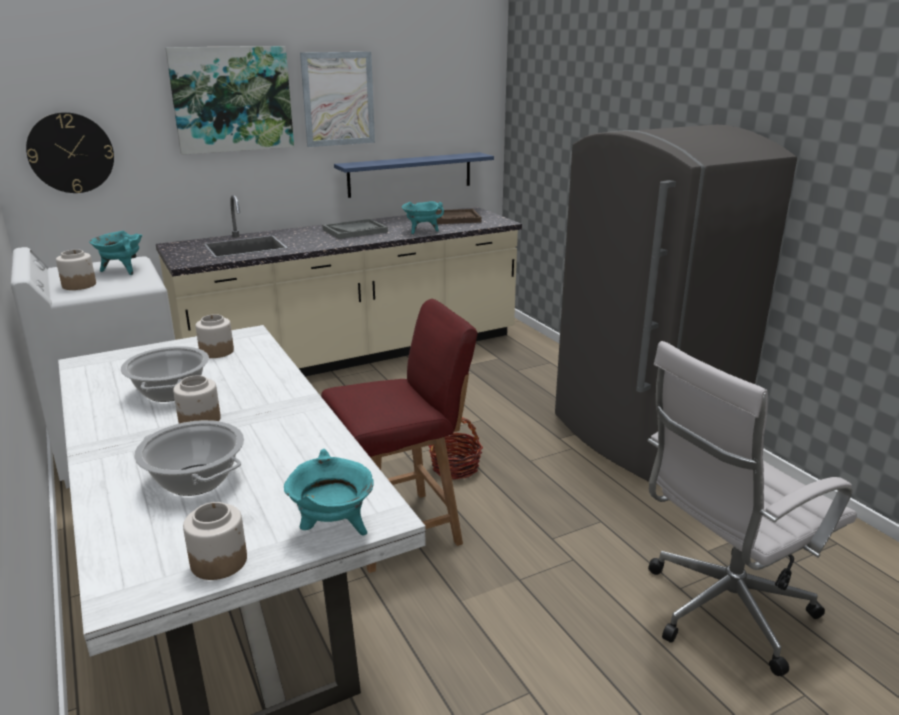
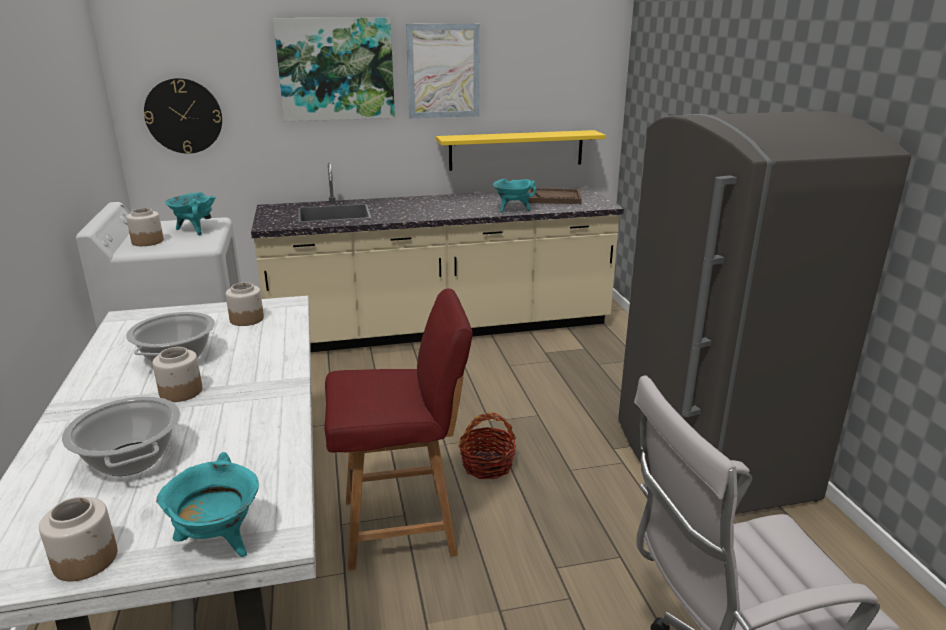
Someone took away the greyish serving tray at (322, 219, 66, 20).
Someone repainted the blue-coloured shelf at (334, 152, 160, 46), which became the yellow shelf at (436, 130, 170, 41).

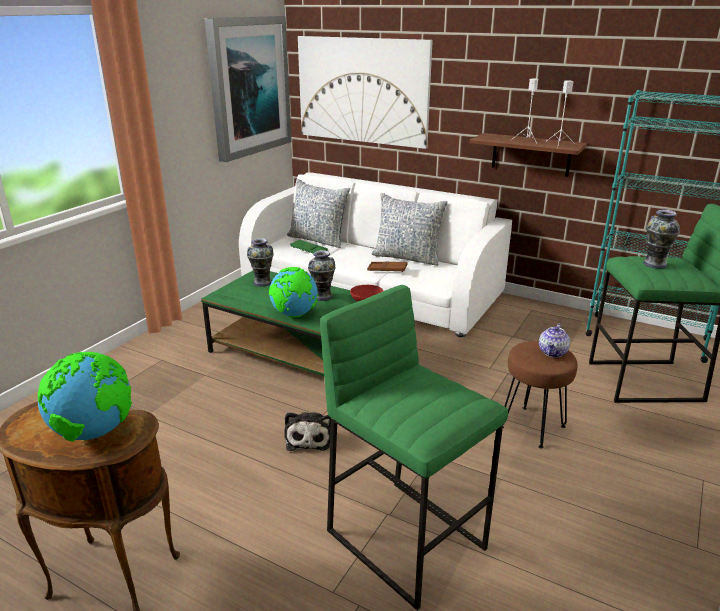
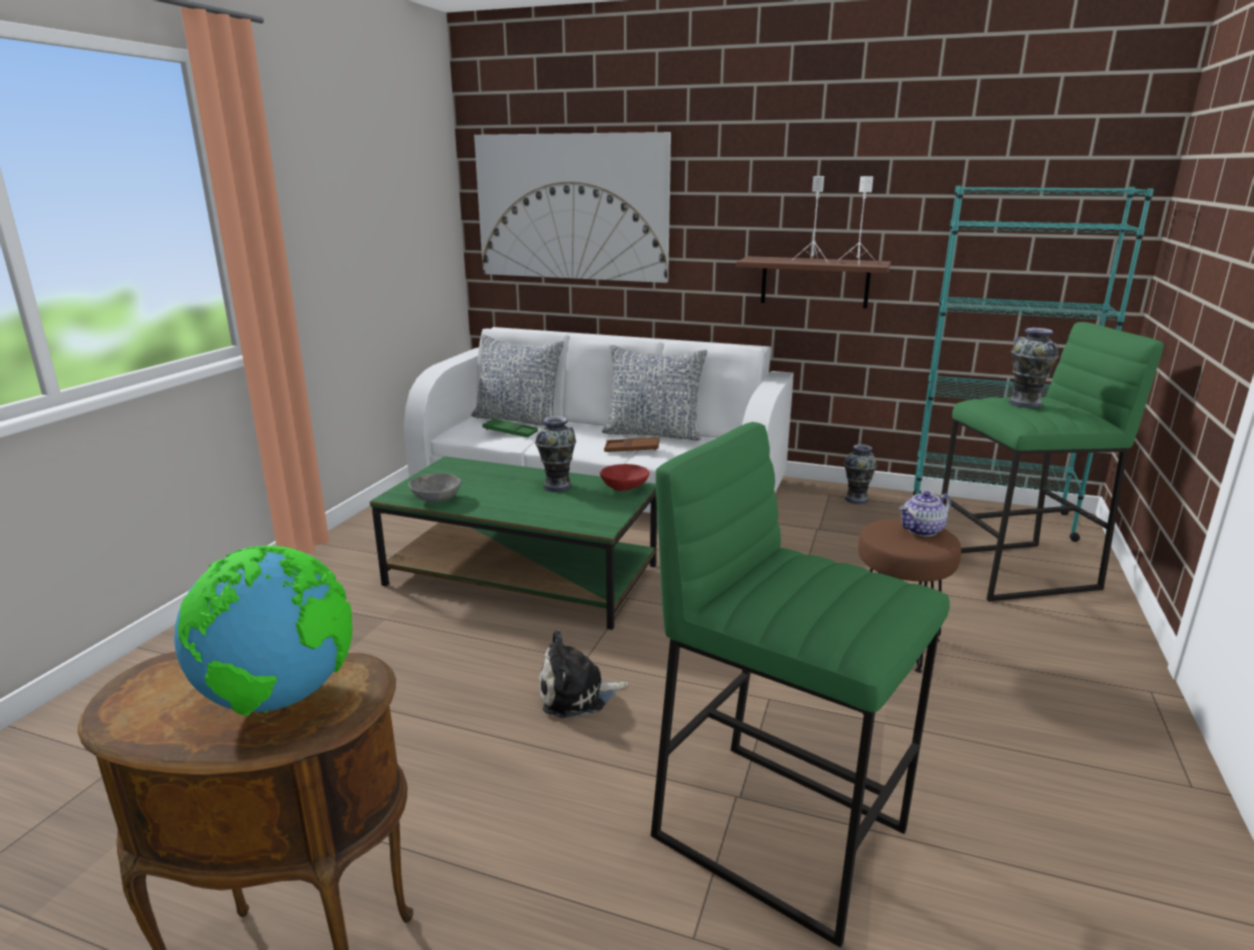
Someone took away the wall art at (205, 16, 87, 146).
Someone took away the desk globe at (269, 267, 49, 50).
Someone put down the greyish bowl at (409, 473, 52, 29).
Someone carried the vase from (247, 238, 27, 49) to (844, 444, 33, 60).
Someone rotated the plush toy at (284, 412, 47, 39) by 90 degrees clockwise.
Someone rotated the tea pot at (539, 323, 31, 34) by 45 degrees clockwise.

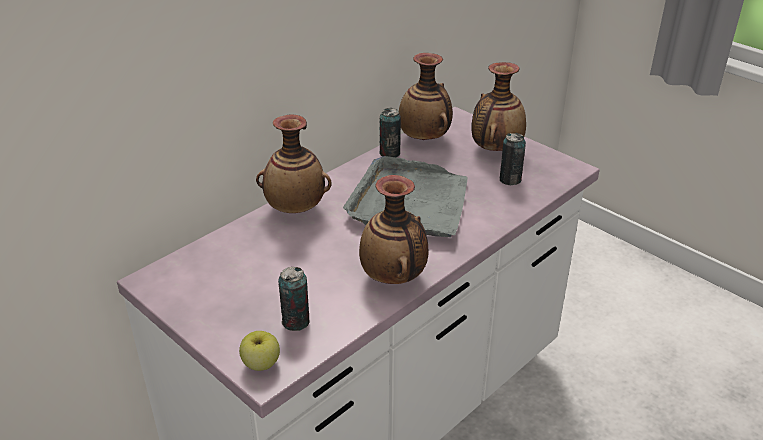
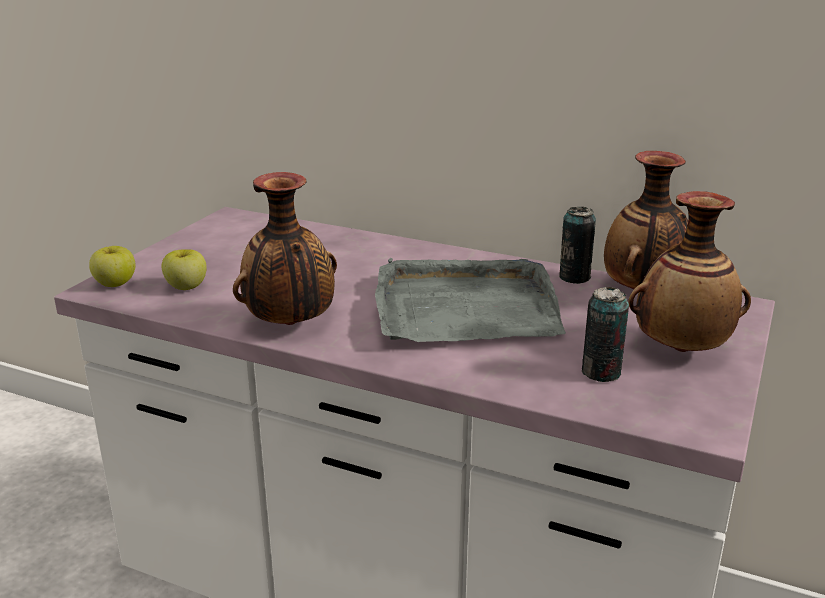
Someone took away the vase at (256, 115, 76, 98).
Someone swapped the sealed can at (278, 267, 31, 64) for the apple fruit at (162, 249, 45, 41).

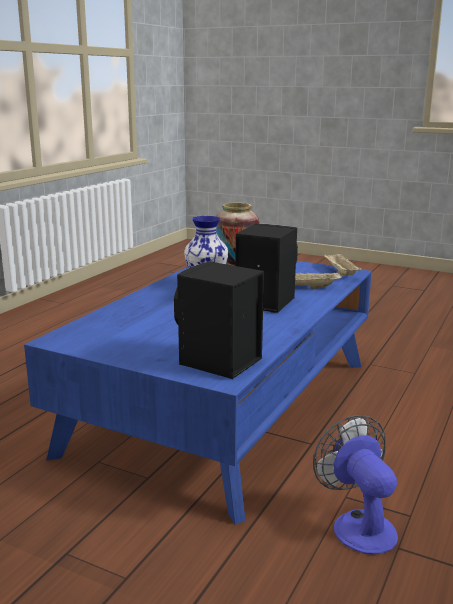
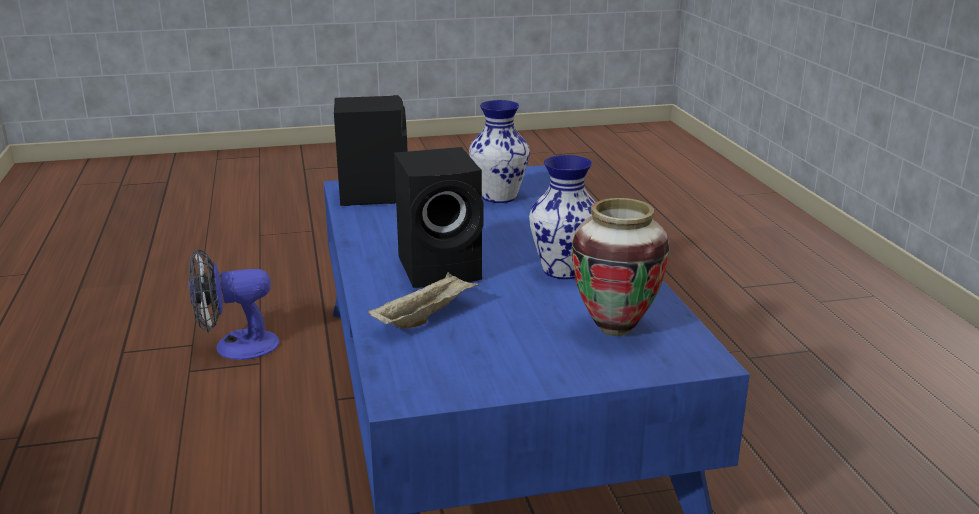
Someone took away the beige-coloured serving tray at (323, 253, 38, 23).
Someone put down the vase at (469, 100, 61, 103).
Someone rotated the electric fan at (313, 415, 85, 140) by 135 degrees clockwise.

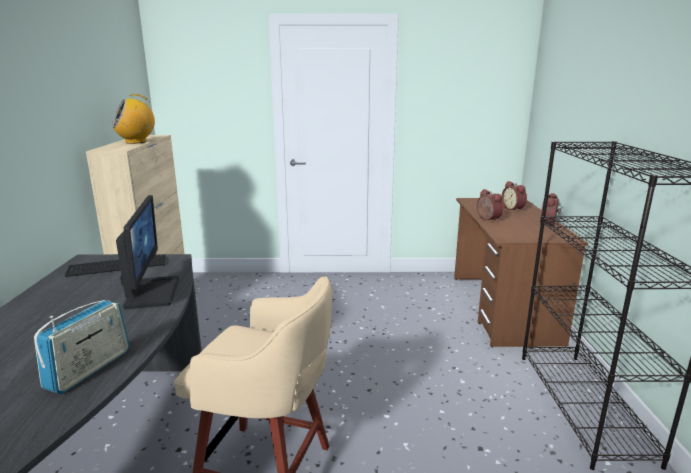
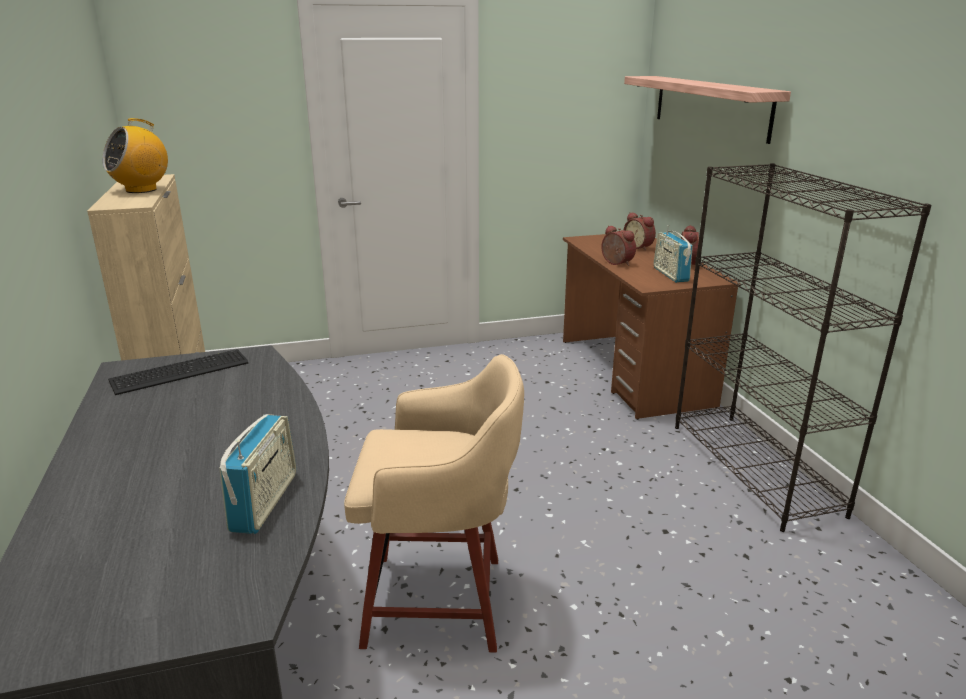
Someone took away the monitor at (116, 195, 63, 114).
Someone put up the shelf at (624, 76, 167, 68).
Someone put down the radio receiver at (653, 225, 40, 58).

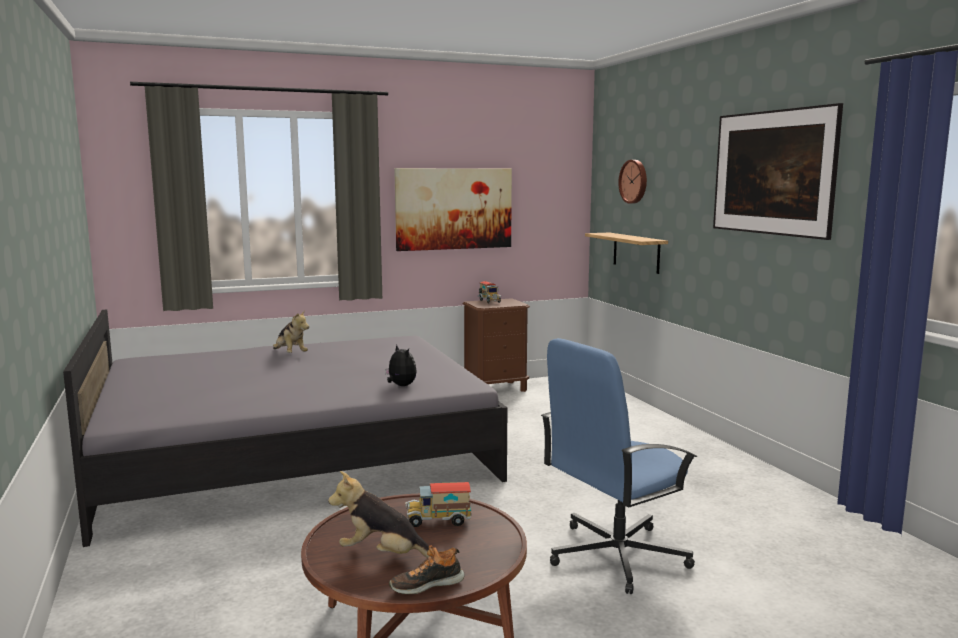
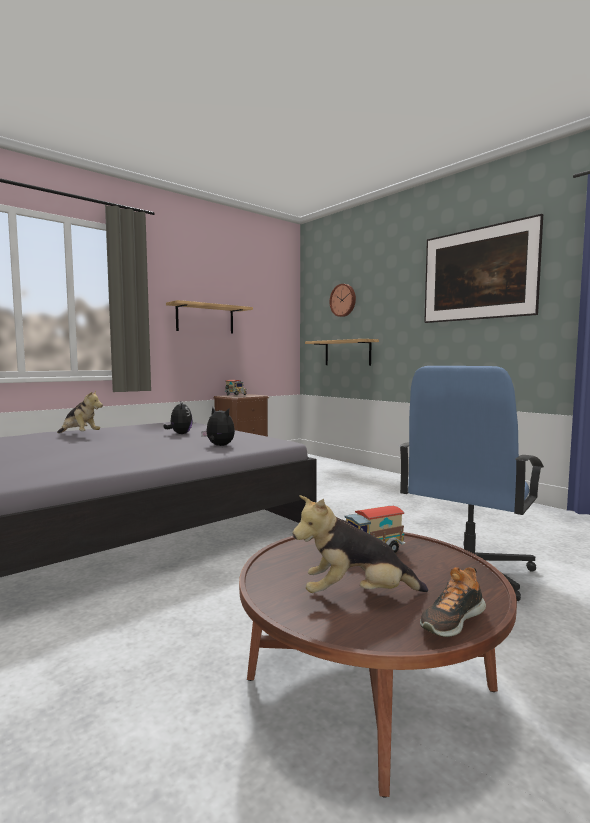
Someone put down the plush toy at (163, 402, 30, 32).
Someone swapped the wall art at (394, 168, 118, 83) for the shelf at (166, 300, 87, 34).

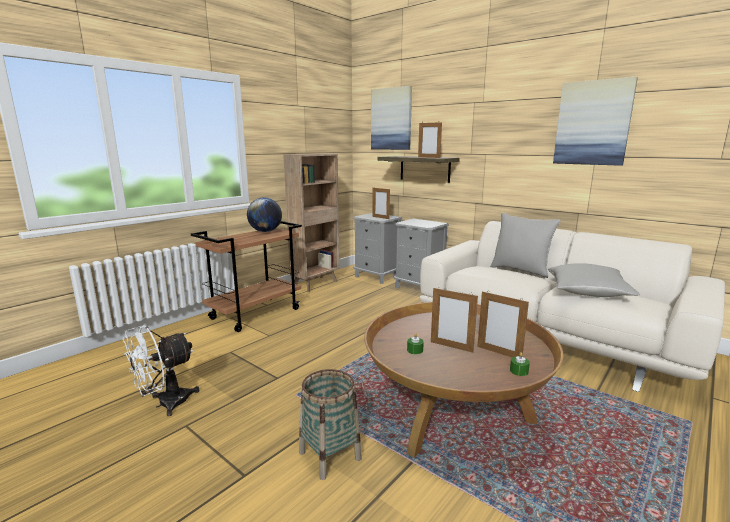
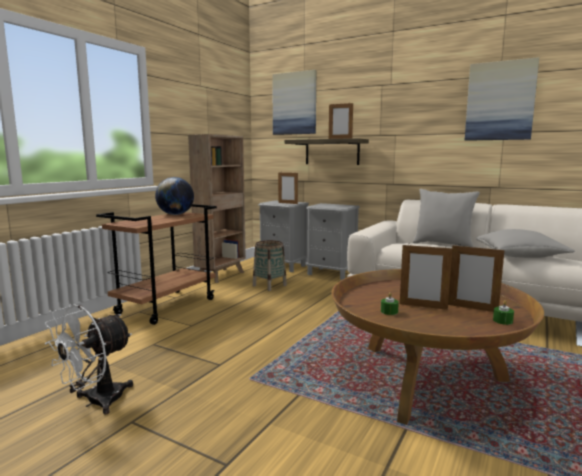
Someone carried the basket from (299, 369, 63, 111) to (253, 240, 34, 51).

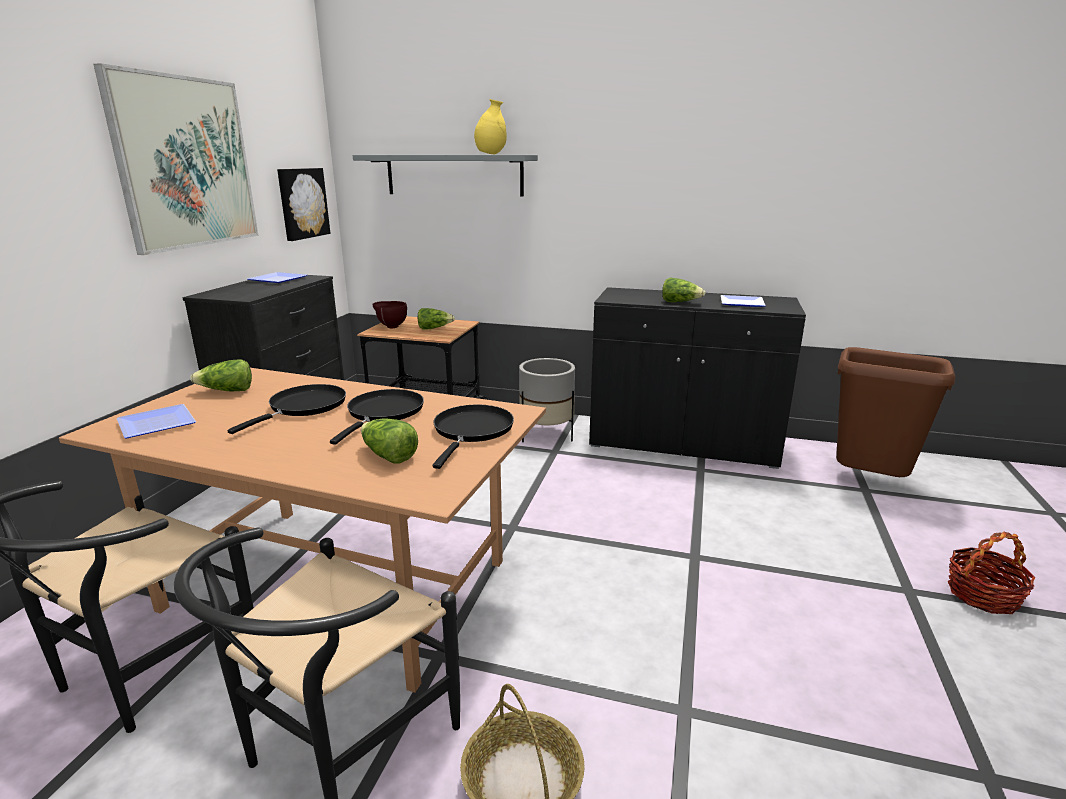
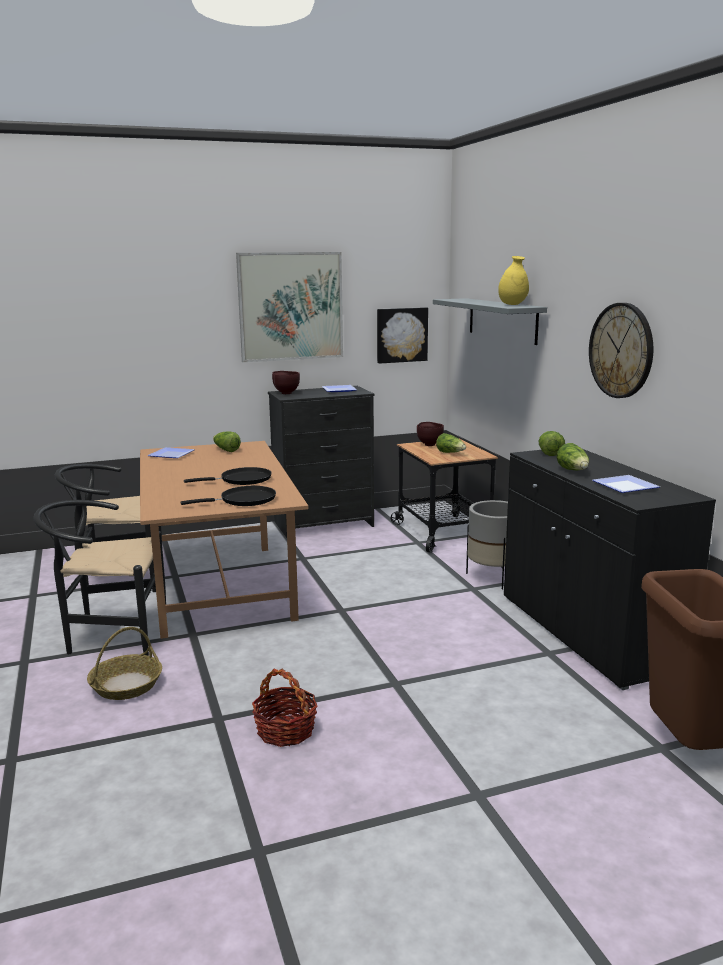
Someone took away the blackish skillet at (228, 384, 118, 50).
Someone put down the brown-coloured bowl at (272, 371, 28, 23).
Someone put up the hanging clock at (589, 303, 64, 95).
Someone carried the lettuce from (361, 418, 57, 46) to (538, 431, 27, 25).
Someone carried the basket from (948, 532, 87, 82) to (252, 669, 65, 78).

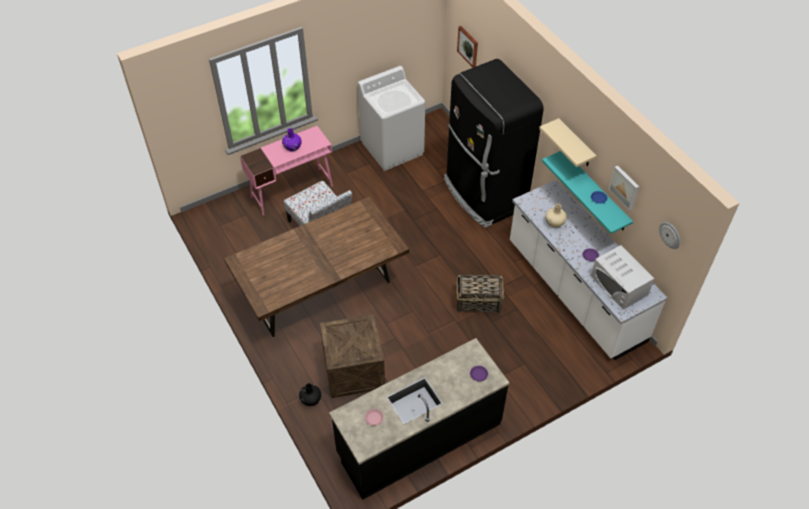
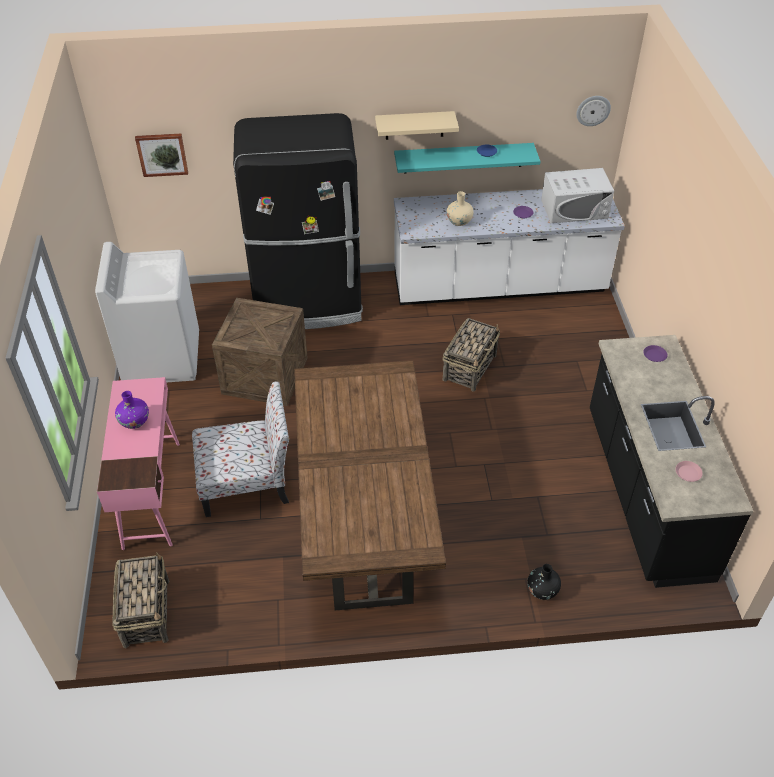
Someone took away the wall art at (609, 165, 30, 45).
Someone put down the basket at (112, 552, 57, 96).
Someone carried the crate from (320, 314, 65, 84) to (212, 298, 96, 108).

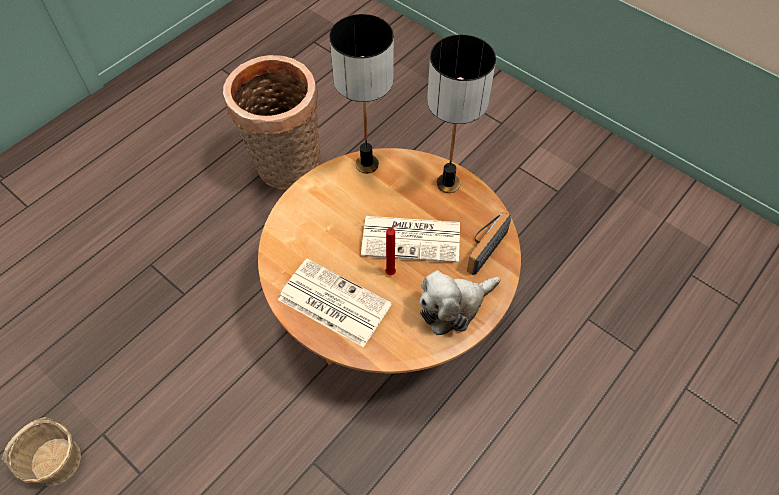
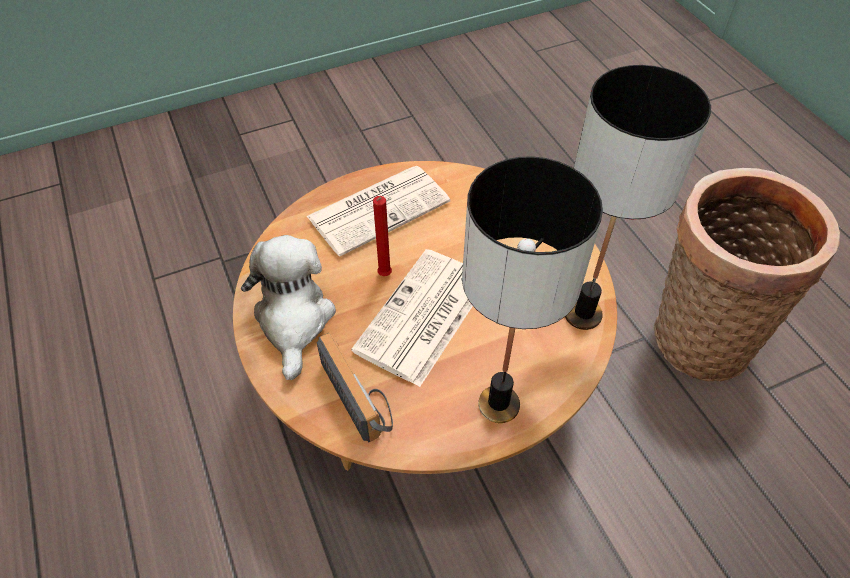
Someone took away the basket at (1, 417, 80, 69).

